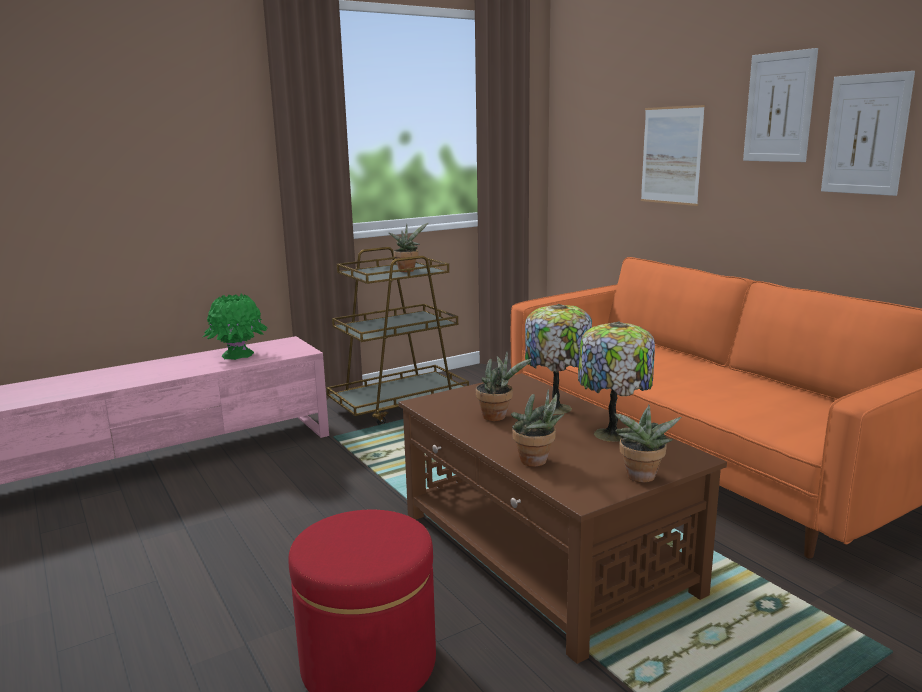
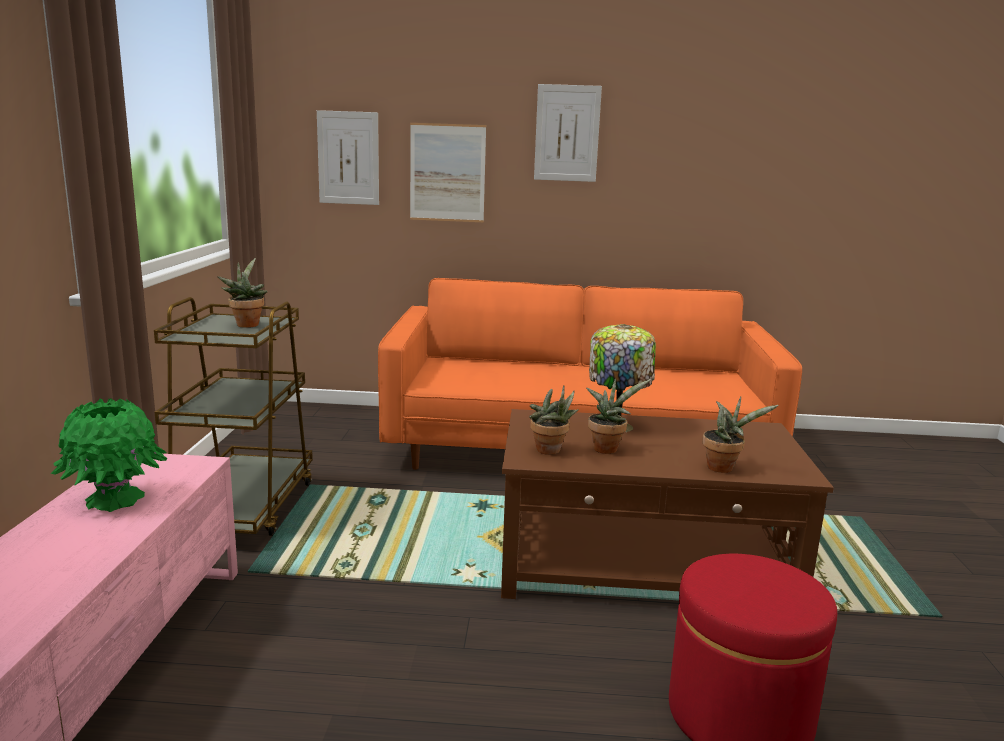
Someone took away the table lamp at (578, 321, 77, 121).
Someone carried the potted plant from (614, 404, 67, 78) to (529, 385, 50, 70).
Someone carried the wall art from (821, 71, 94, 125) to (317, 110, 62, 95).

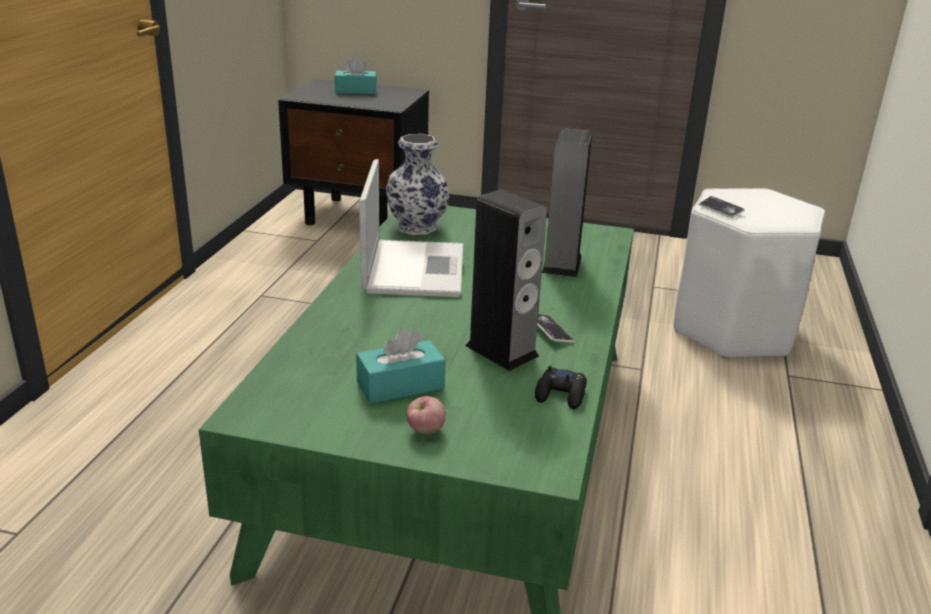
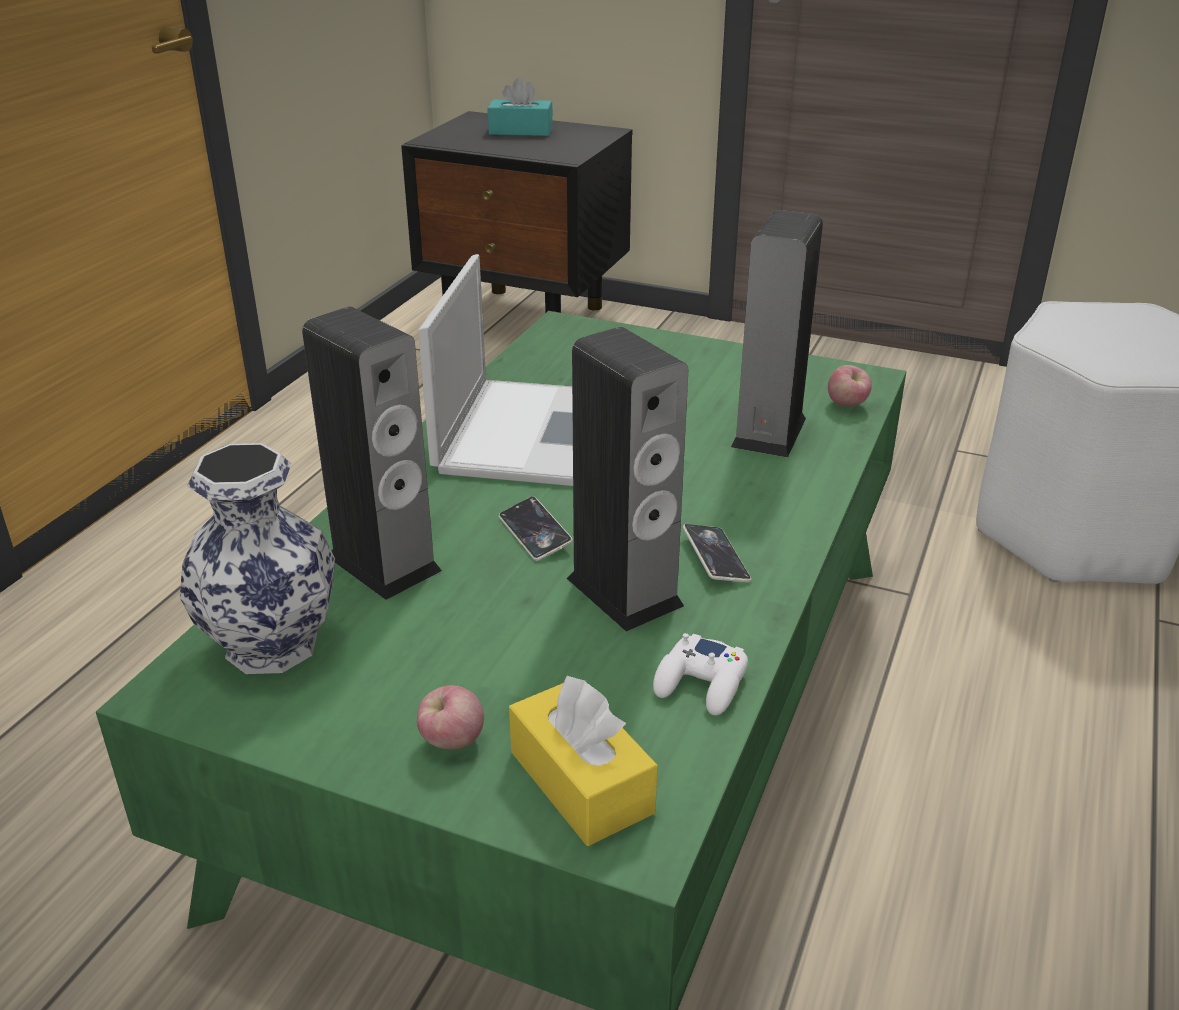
Someone took away the blue-green tissue box at (356, 328, 90, 76).
Someone put down the speaker at (302, 307, 140, 293).
Someone put down the yellow tissue box at (509, 674, 149, 172).
Someone put down the apple fruit at (828, 365, 44, 42).
Someone carried the vase from (386, 134, 63, 101) to (180, 443, 155, 231).
Someone carried the handset from (699, 196, 46, 22) to (499, 497, 74, 64).
Someone repainted the blackish joypad at (535, 366, 52, 43), which became the whitish joypad at (653, 633, 95, 82).

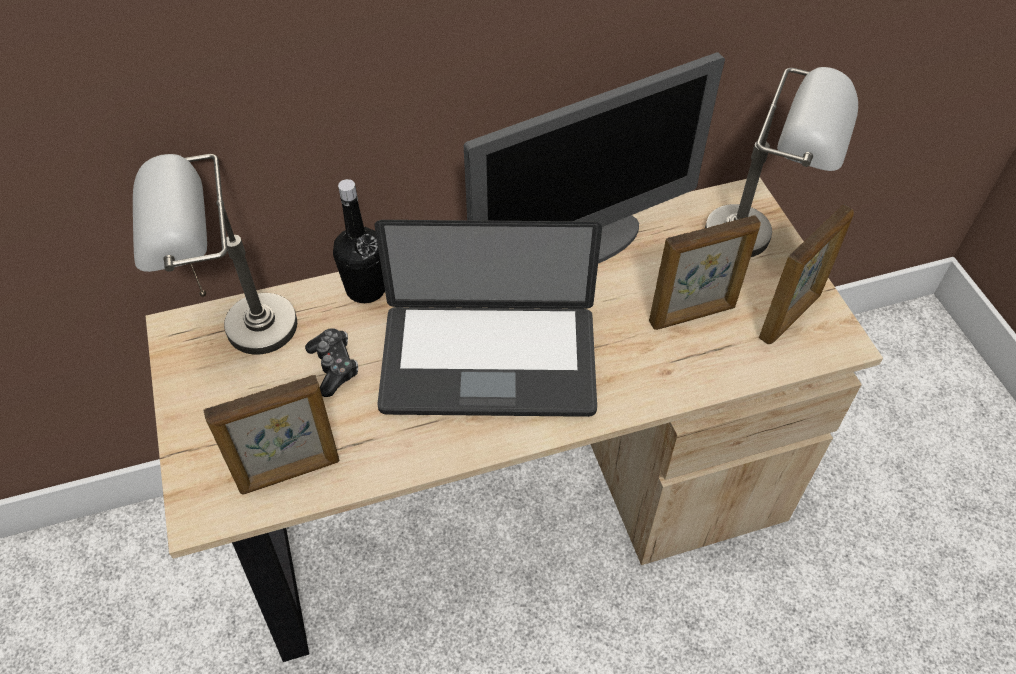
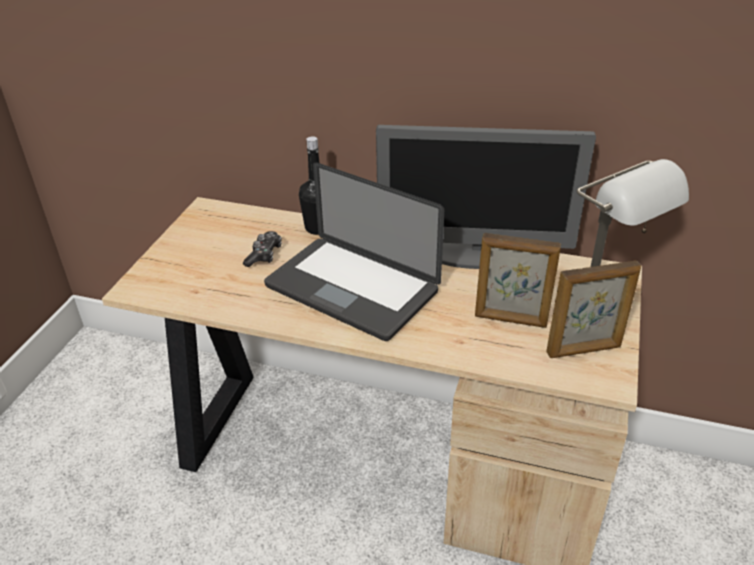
Someone took away the greyish table lamp at (133, 154, 164, 201).
Someone took away the standing frame at (203, 375, 136, 120).

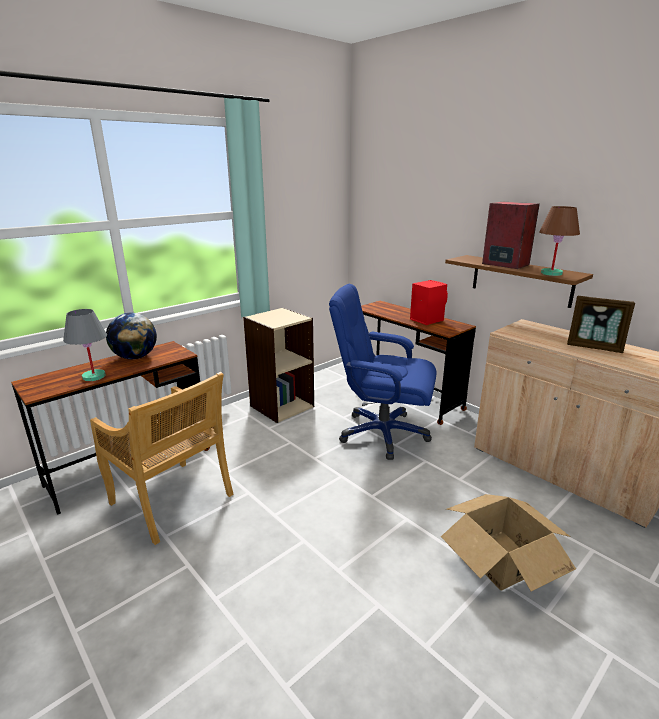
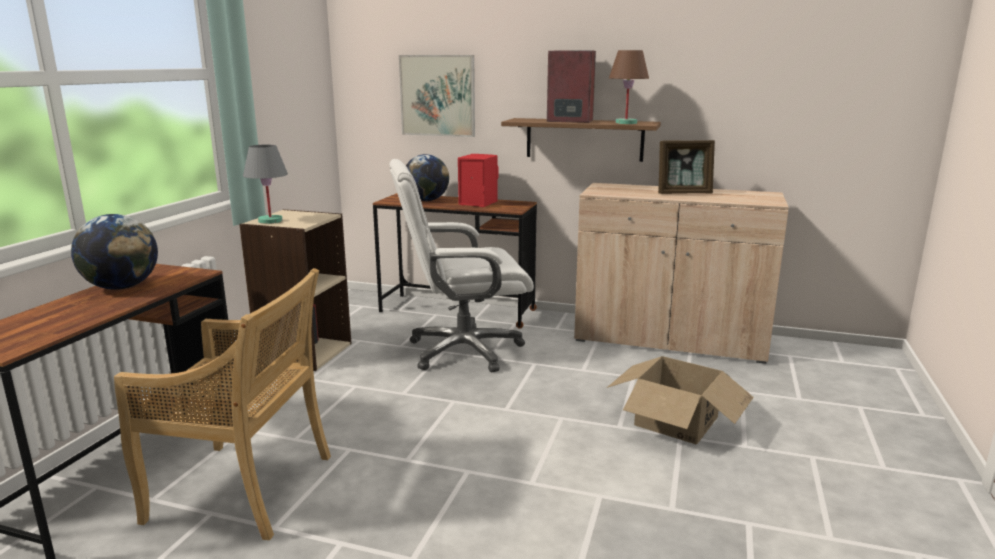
Someone put up the wall art at (399, 55, 76, 82).
Someone put down the desk globe at (406, 154, 43, 47).
Someone carried the greyish table lamp from (63, 309, 44, 72) to (243, 145, 45, 79).
Someone repainted the blue-coloured office chair at (329, 284, 108, 176), which became the whitish office chair at (389, 159, 145, 213).

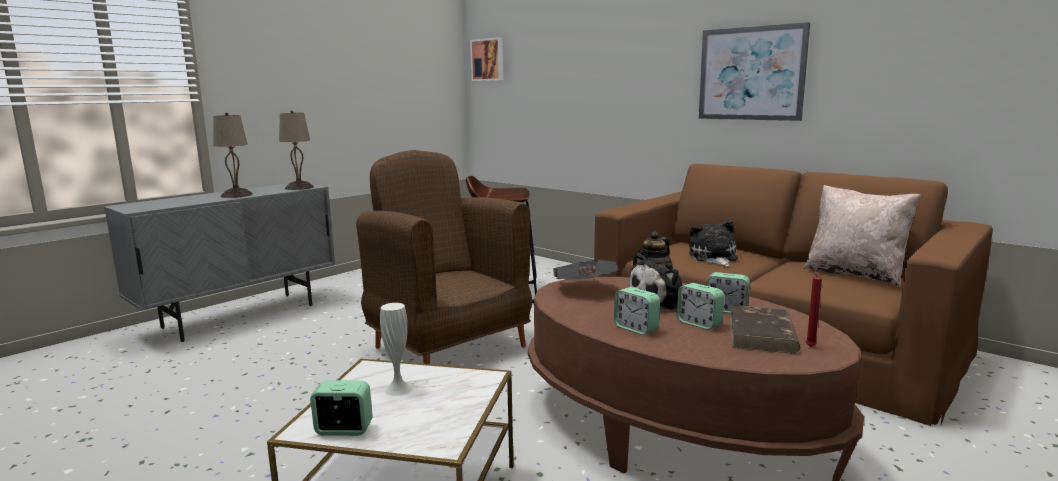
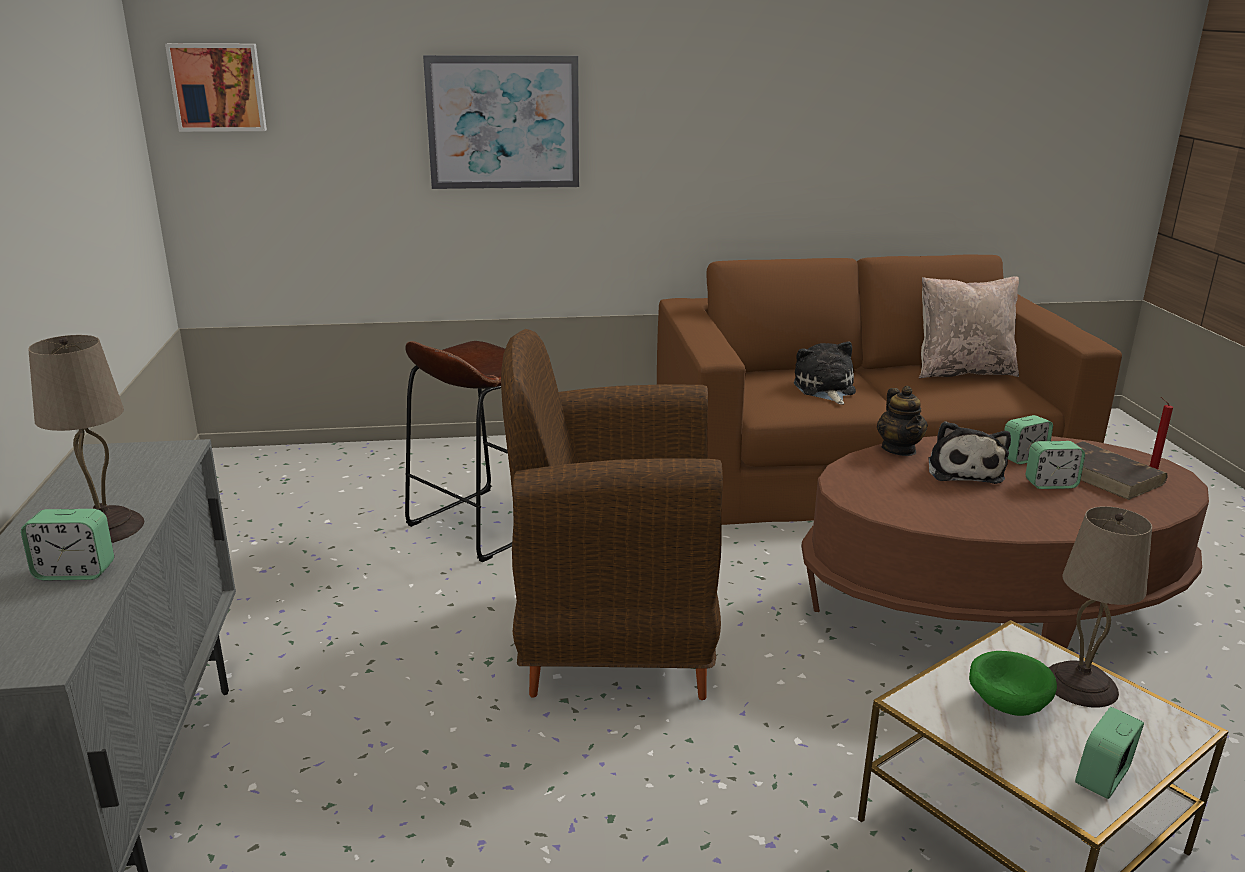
Someone took away the printed paper at (553, 259, 66, 21).
Someone carried the beige-coloured table lamp from (279, 110, 35, 80) to (1048, 506, 104, 202).
Someone carried the table clock from (614, 287, 46, 48) to (21, 509, 93, 72).
Someone carried the wall art from (699, 22, 111, 99) to (423, 55, 156, 134).
Someone swapped the whitish vase at (380, 303, 33, 93) for the green bowl at (969, 651, 88, 65).
Someone rotated the plush toy at (689, 221, 49, 46) by 45 degrees clockwise.

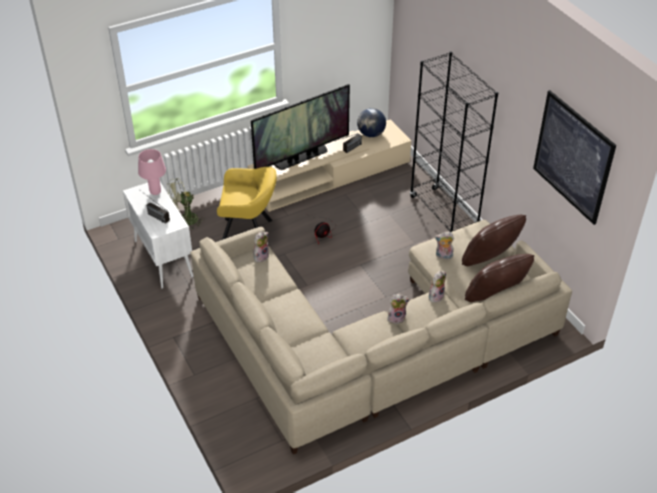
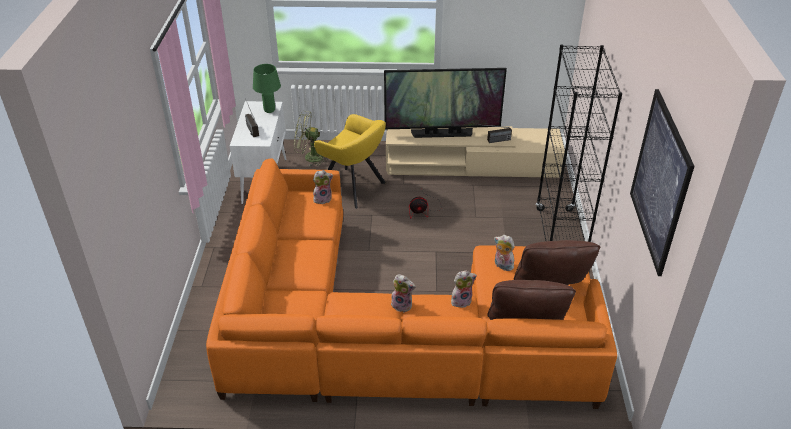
Someone took away the desk globe at (357, 108, 29, 29).
Someone repainted the pink-coloured table lamp at (138, 149, 28, 46), which became the green table lamp at (253, 64, 28, 49).
Someone repainted the beige-coloured sofa at (190, 220, 382, 235), which became the orange-coloured sofa at (206, 158, 411, 251).

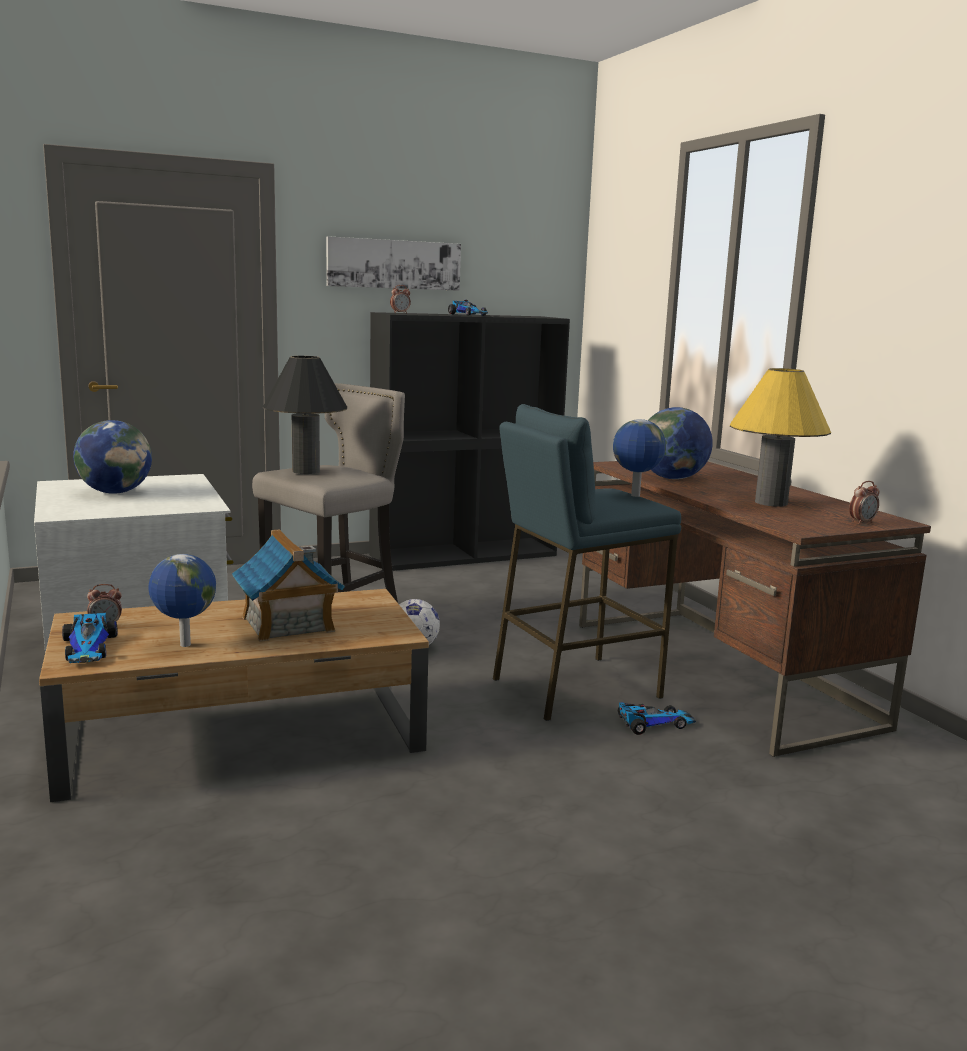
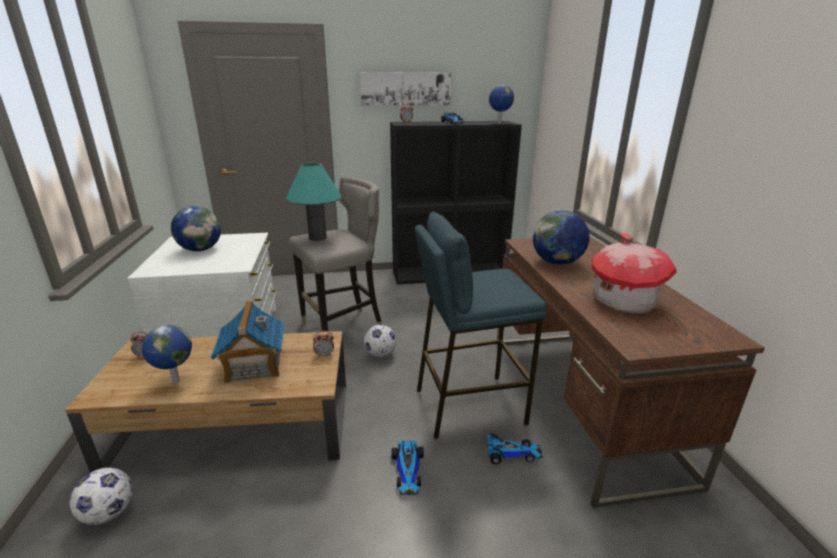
Someone put down the ball for football at (70, 467, 63, 58).
Someone carried the toy car from (62, 613, 56, 50) to (392, 440, 32, 55).
Someone carried the desk globe from (613, 419, 53, 78) to (489, 85, 25, 39).
Someone carried the table clock from (849, 481, 31, 43) to (313, 331, 21, 27).
Someone swapped the yellow table lamp at (730, 368, 101, 139) for the model house at (591, 233, 86, 80).
Someone repainted the blackish table lamp at (263, 356, 84, 118), which became the blue-green table lamp at (286, 163, 56, 78).

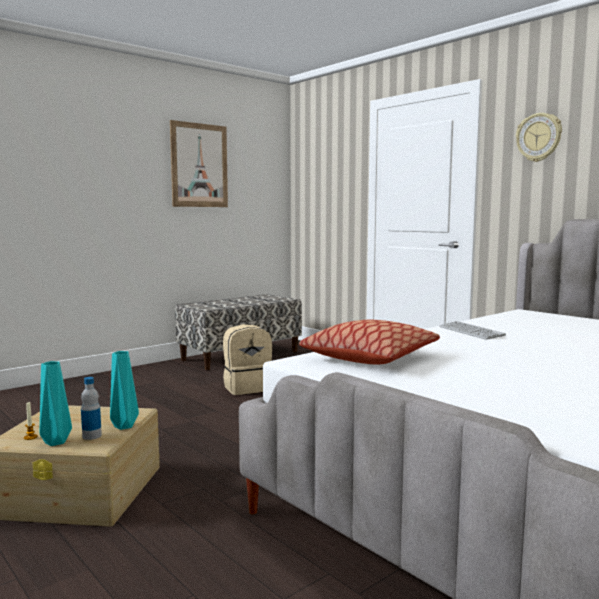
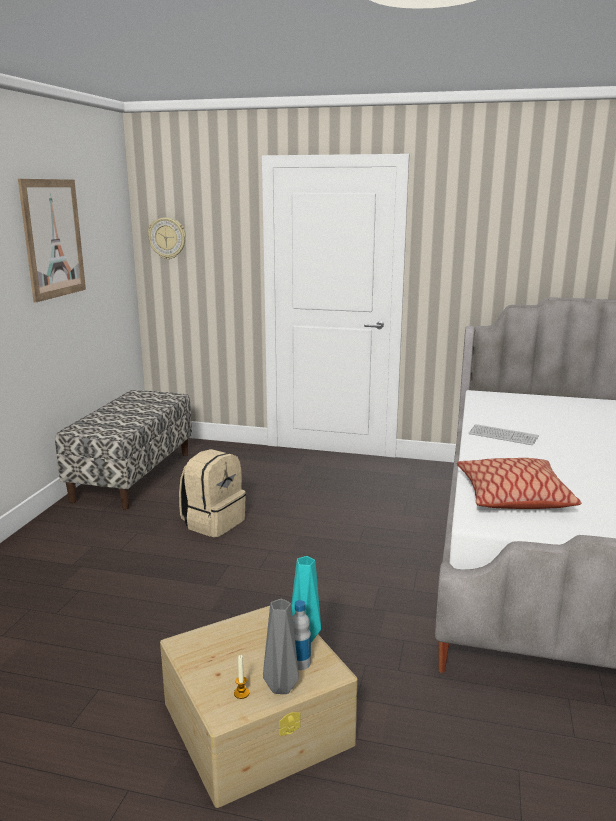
Someone carried the hanging clock from (516, 113, 46, 49) to (148, 217, 38, 43).
Someone repainted the blue-green vase at (40, 361, 32, 85), which became the greyish vase at (263, 599, 36, 95).

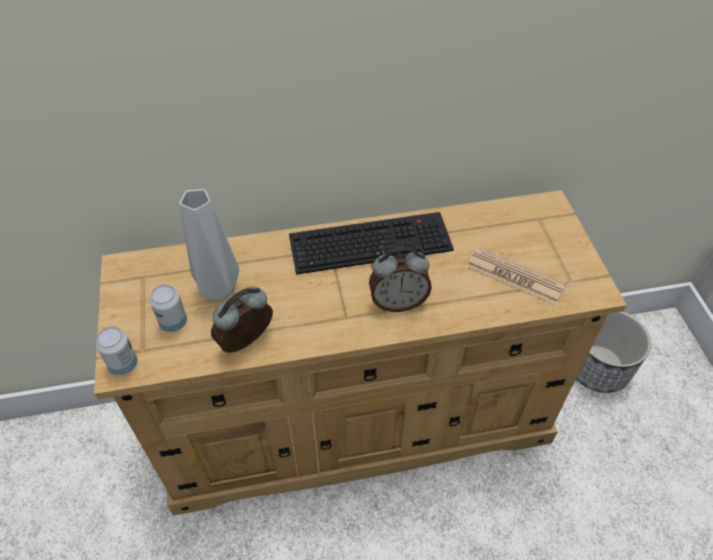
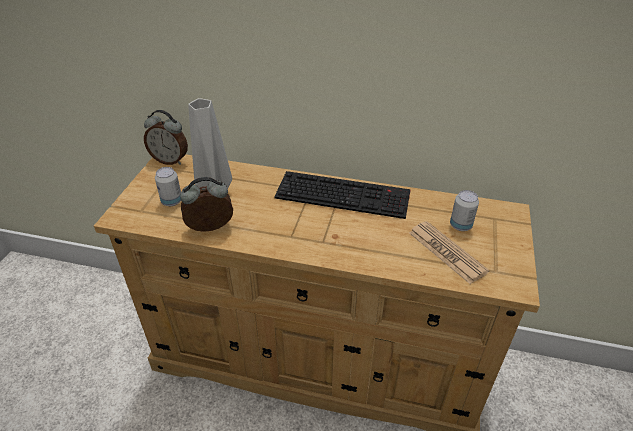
Someone took away the planter at (576, 311, 75, 82).
Someone carried the sealed can from (96, 327, 41, 48) to (450, 190, 29, 41).
Someone carried the table clock from (369, 247, 63, 65) to (144, 110, 44, 55).

